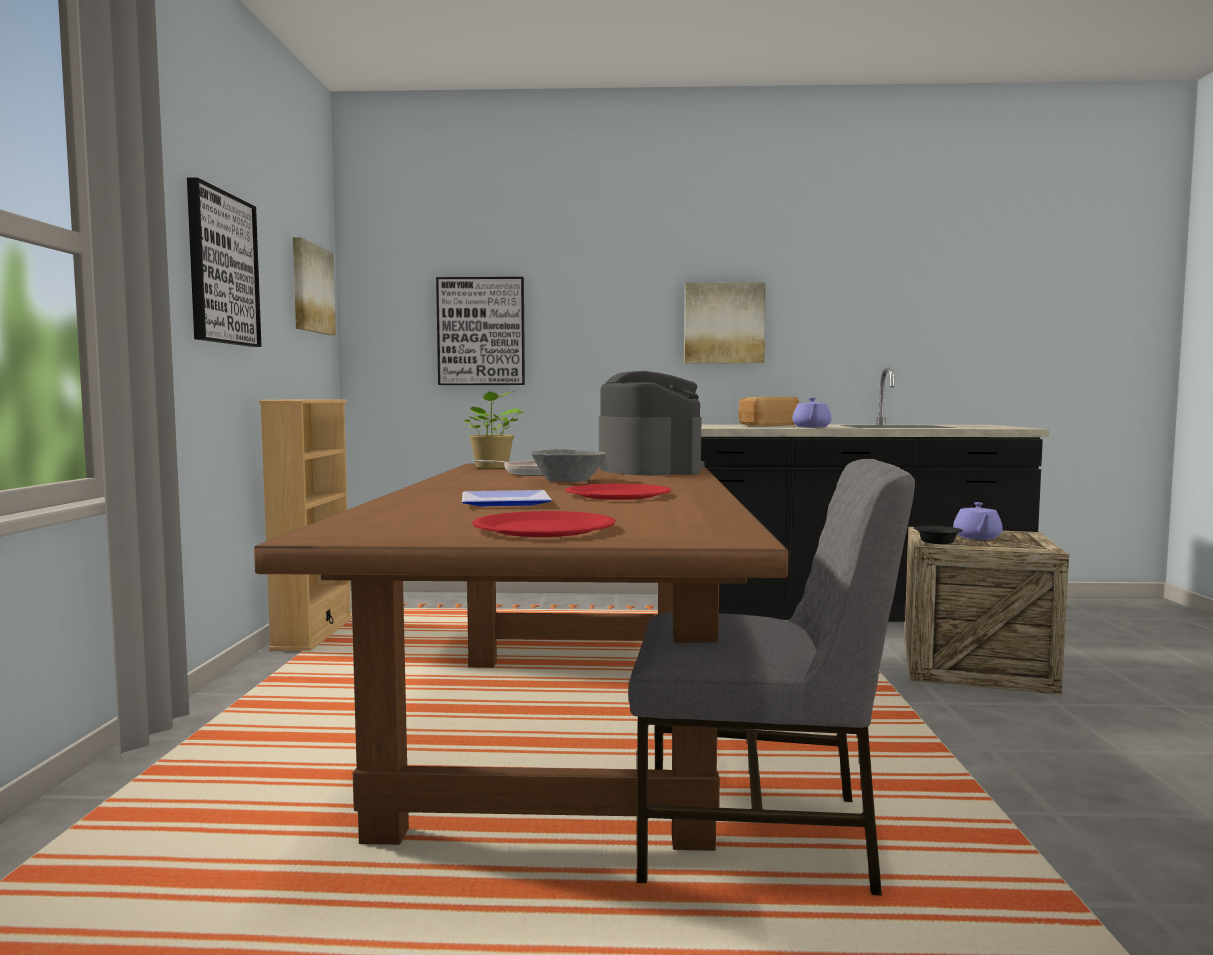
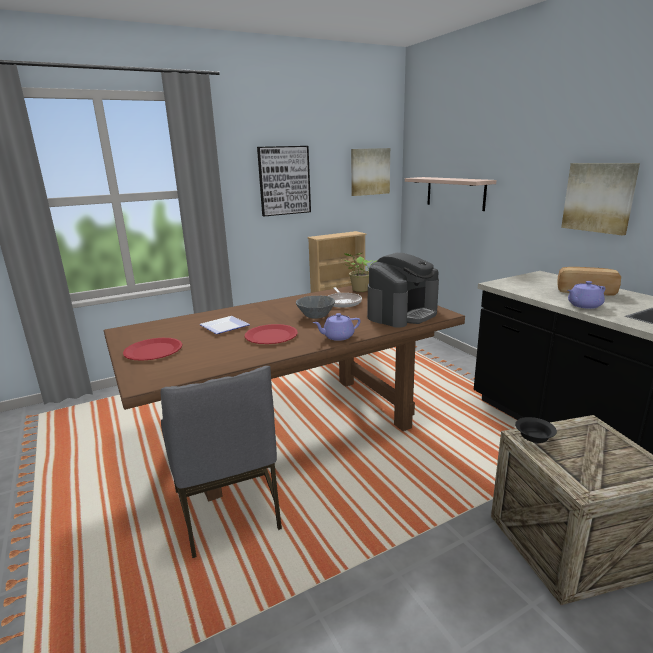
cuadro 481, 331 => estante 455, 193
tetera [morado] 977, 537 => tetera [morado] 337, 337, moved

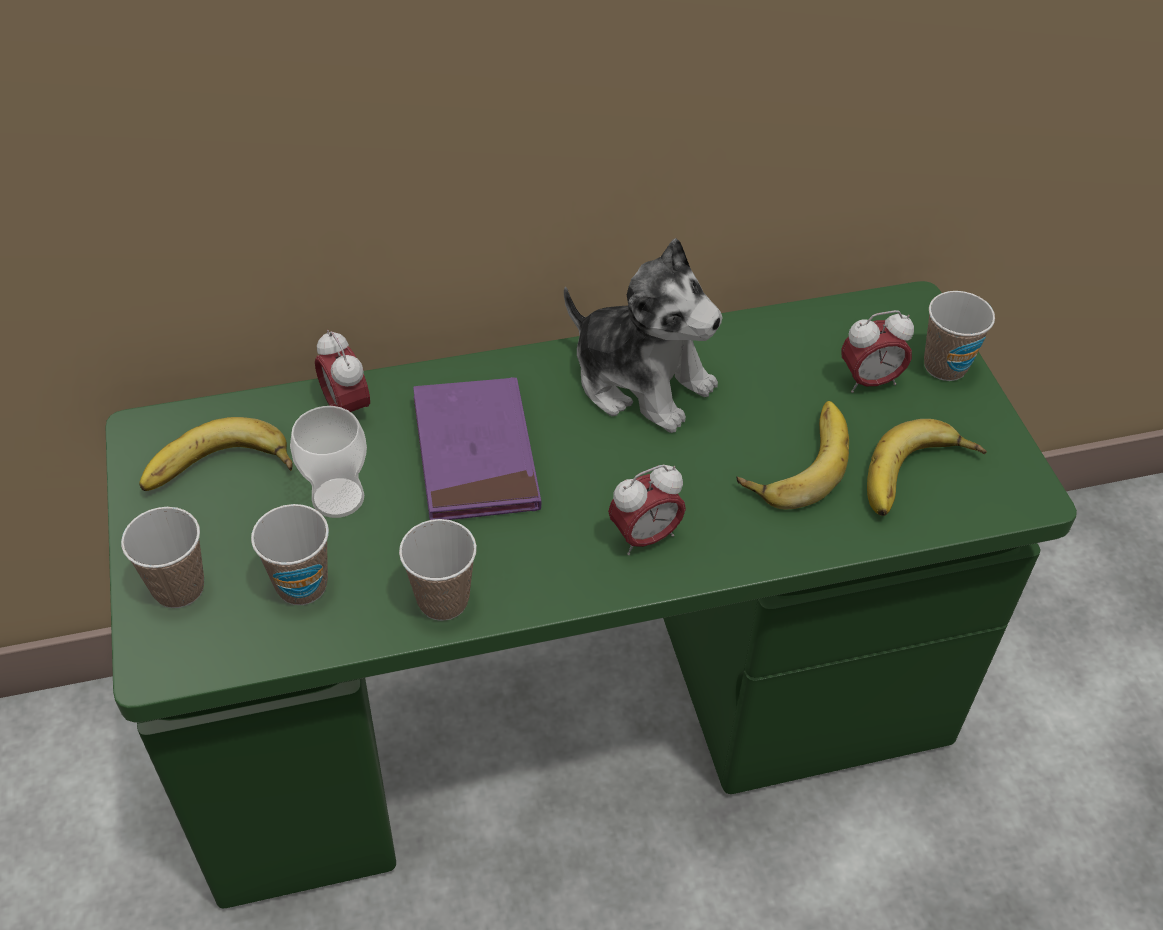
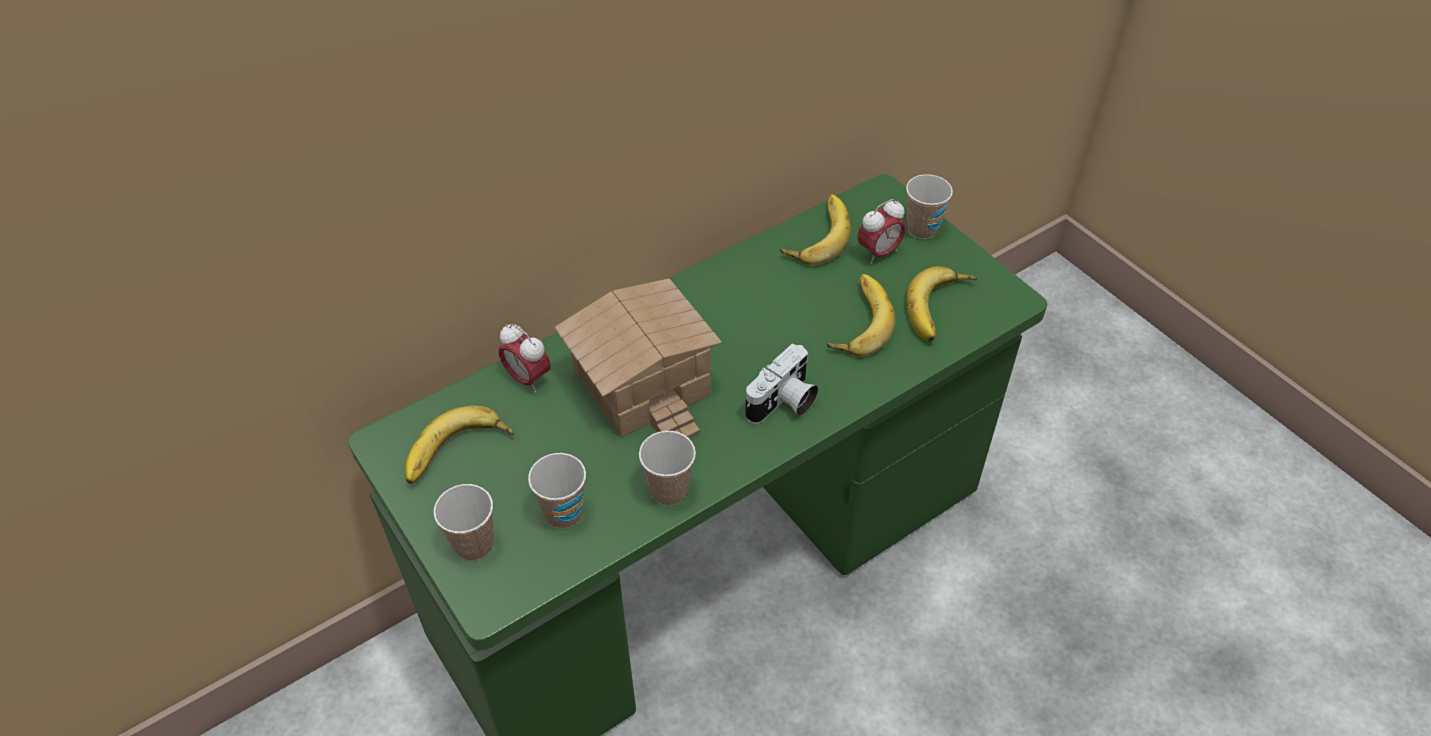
peluche 641, 381 => nothing
libro [morado] 475, 454 => casita 638, 383
taza 338, 498 => nothing
despertador 644, 537 => cámara 784, 403
nothing => plátano 816, 235

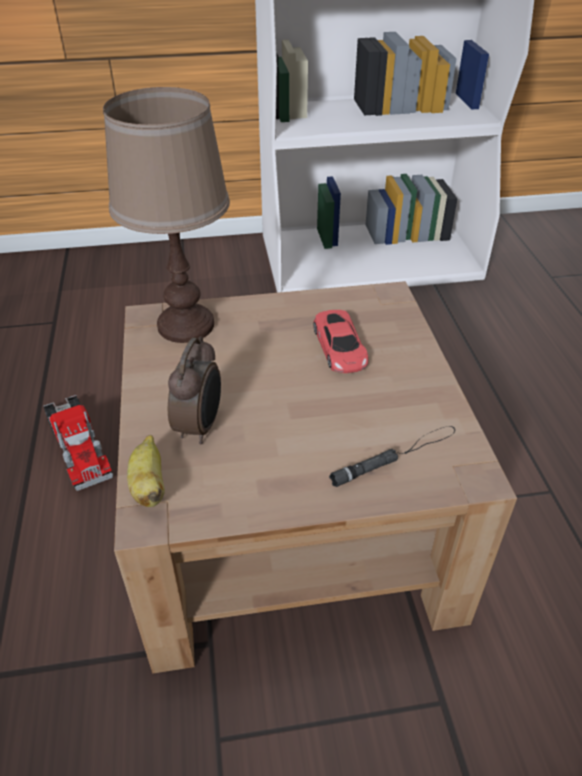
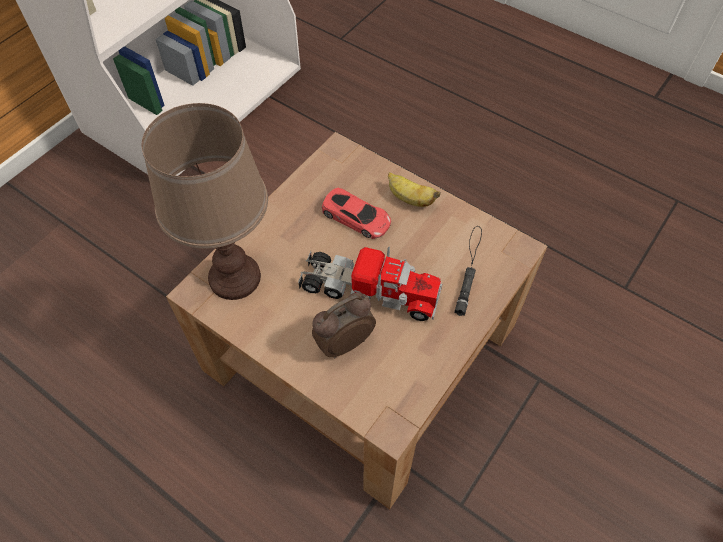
despertador 200, 426 => despertador 343, 343, 90 degrees counterclockwise
camión de juguete 78, 446 => camión de juguete 369, 290, moved
plátano 149, 485 => plátano 409, 199, moved

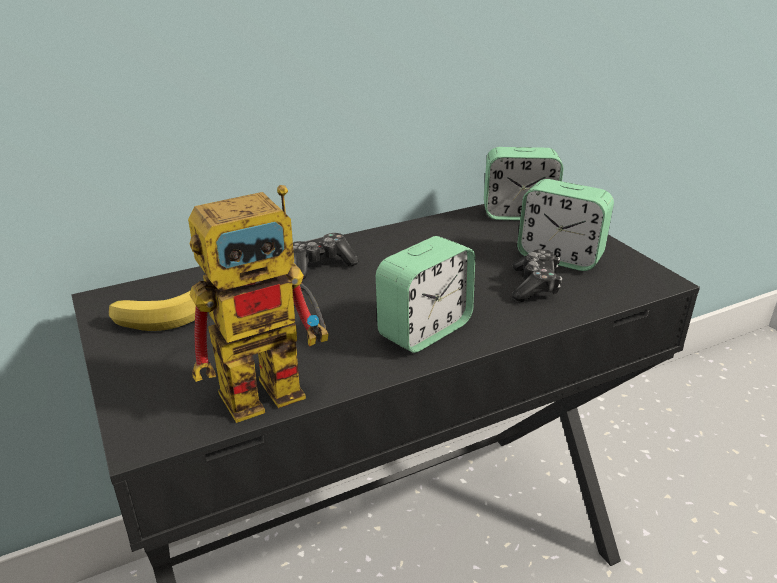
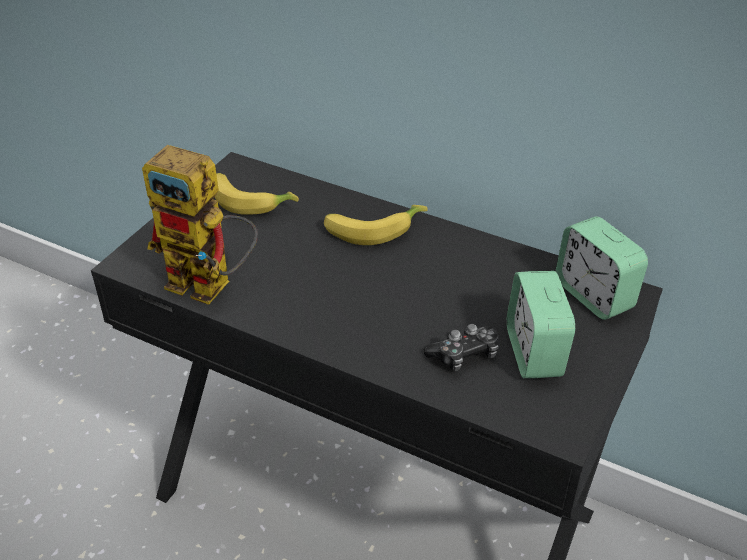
mando de consola 319, 265 => plátano 372, 228
despertador 424, 330 => nothing

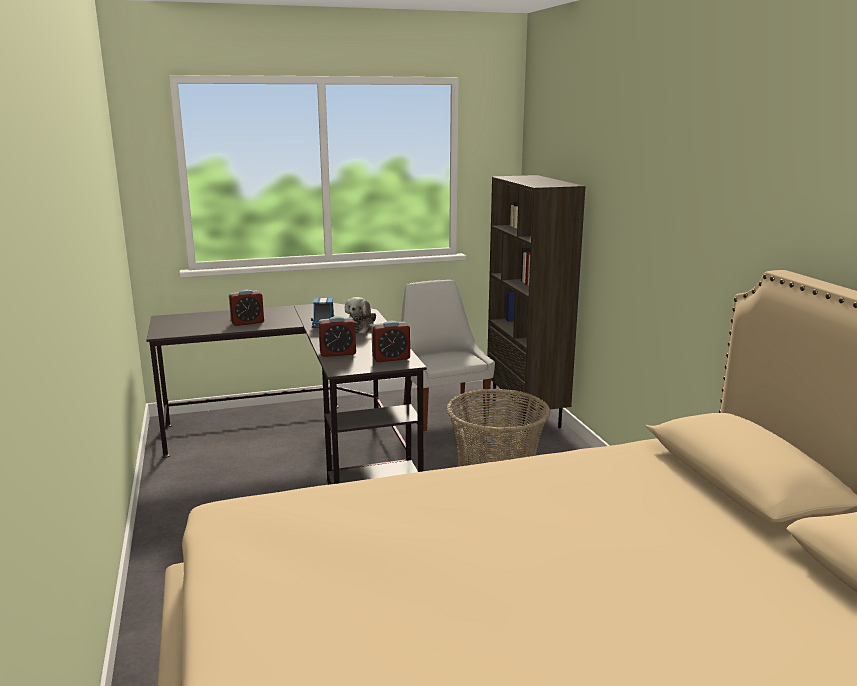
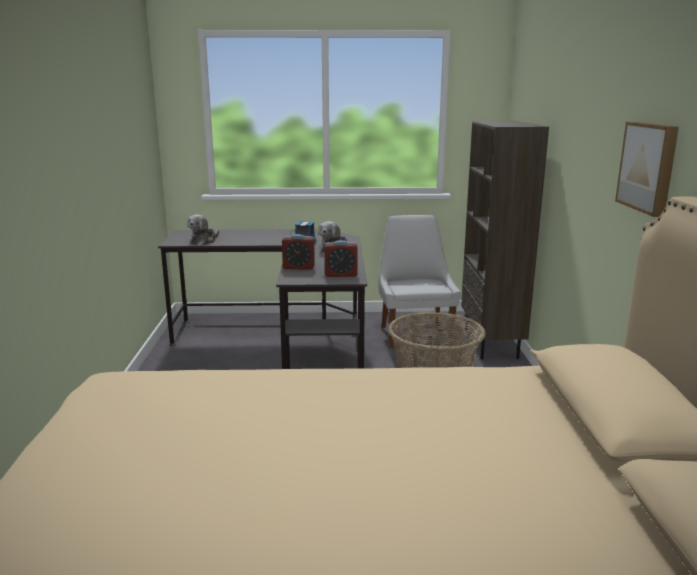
despertador 247, 322 => nothing
nothing => cuadro 649, 167
nothing => peluche 204, 241

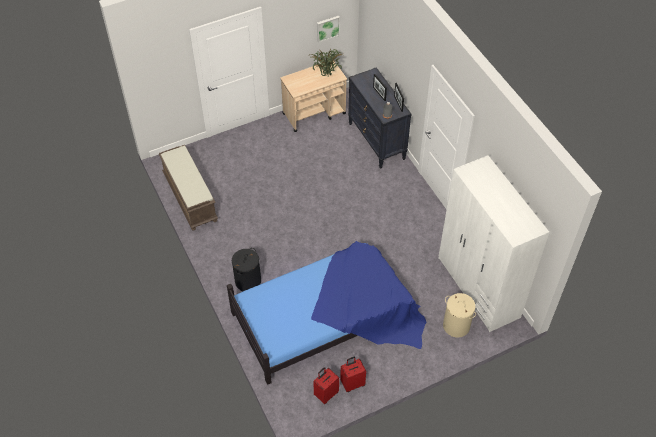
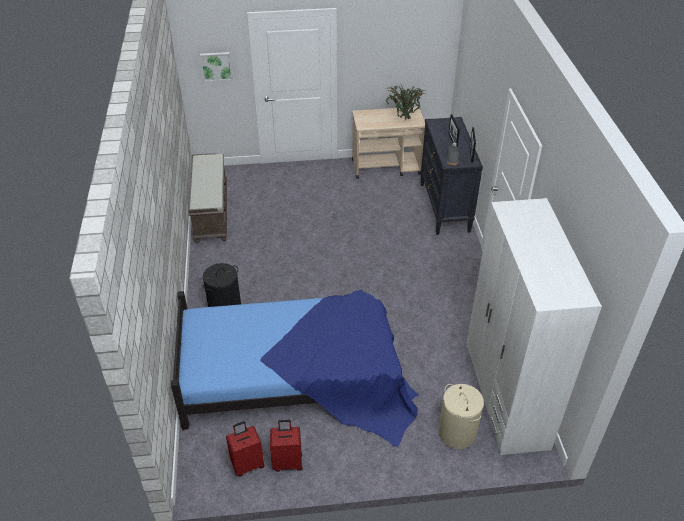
cuadro 327, 28 => cuadro 216, 66, moved

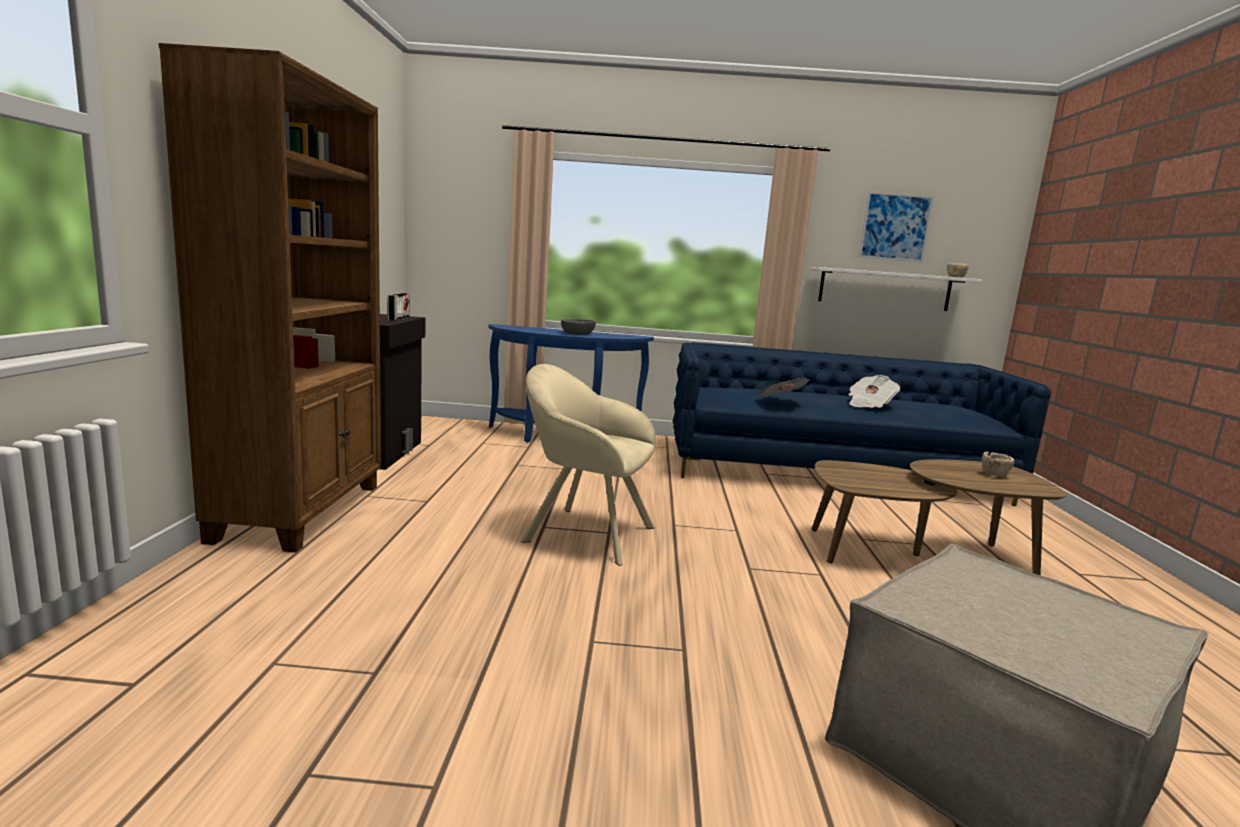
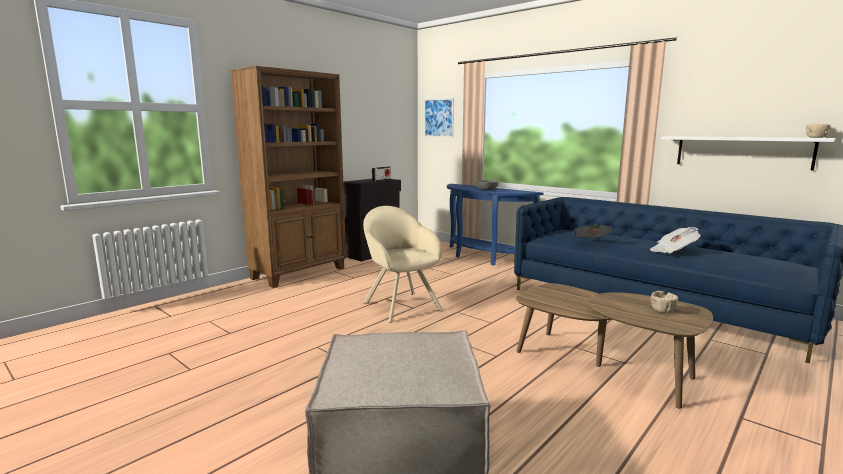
cuadro 895, 227 => cuadro 438, 117, moved

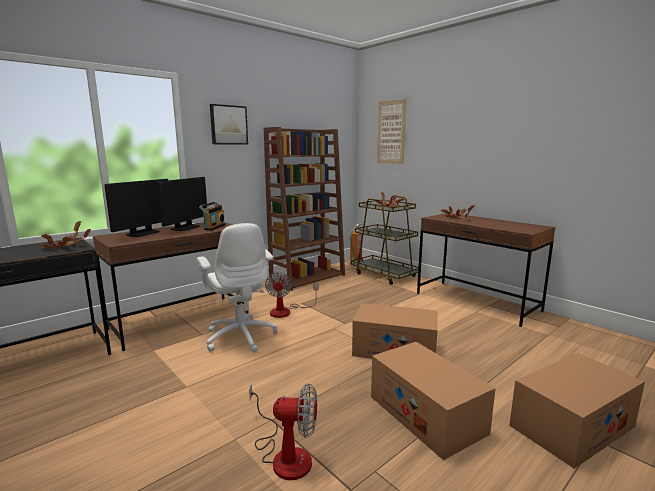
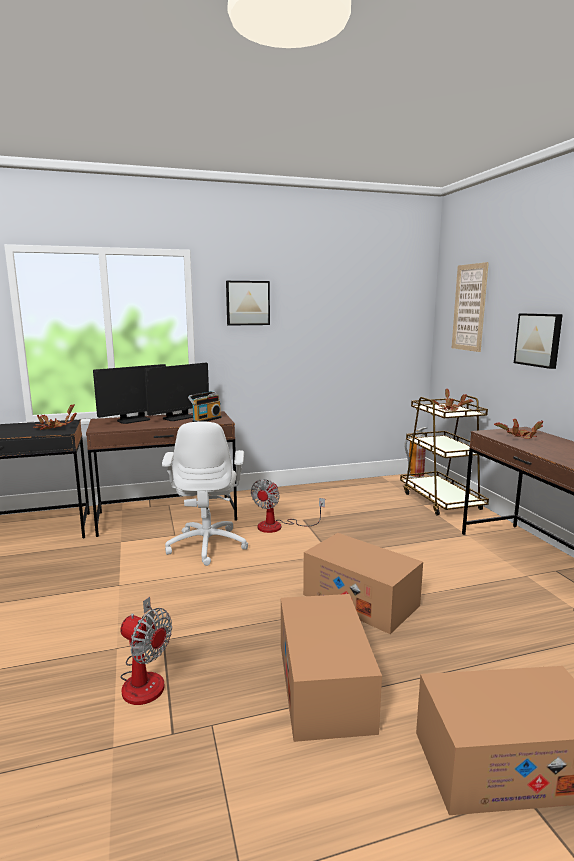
estantería [marrón] 308, 277 => nothing
nothing => cuadro 539, 340

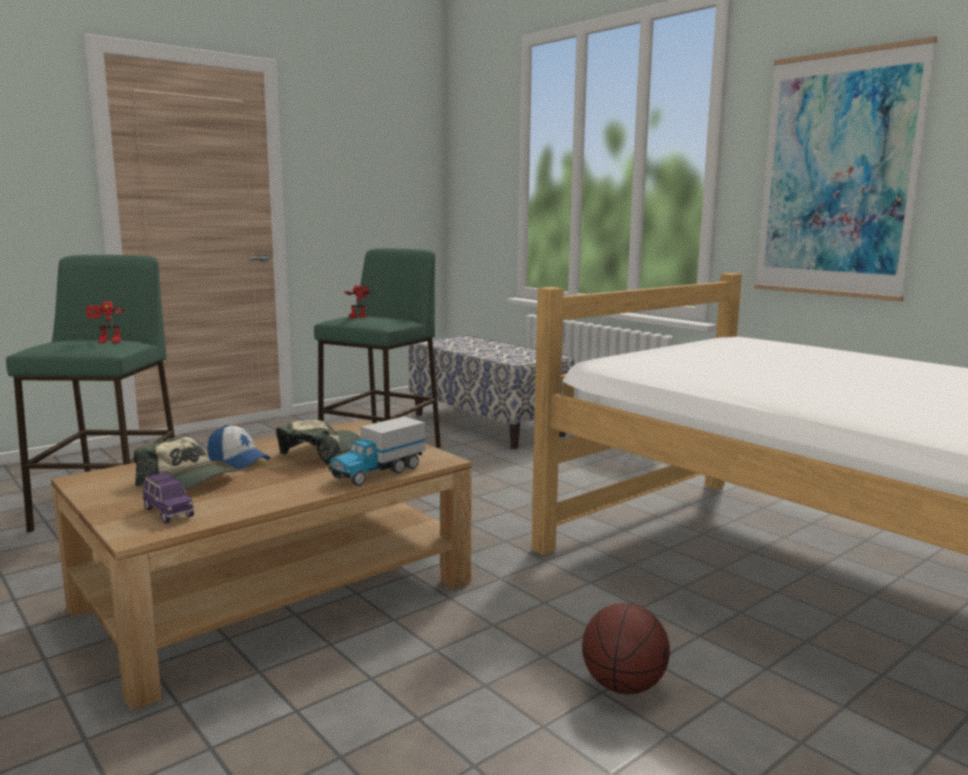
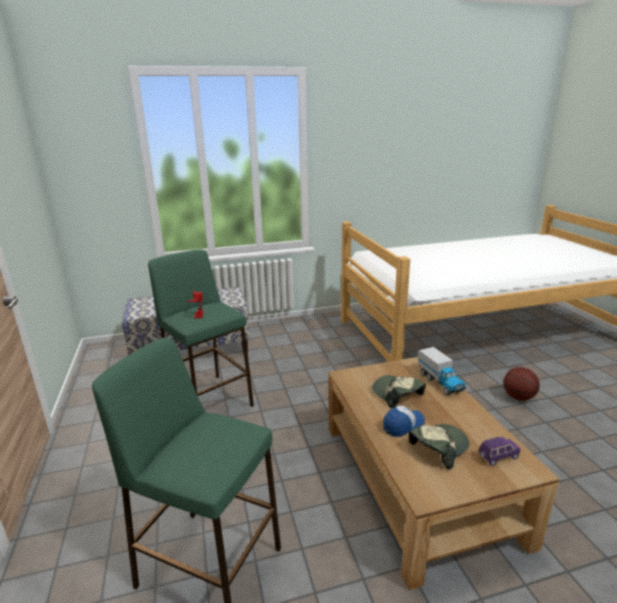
cuadro 837, 176 => nothing
robot de juguete 107, 342 => nothing

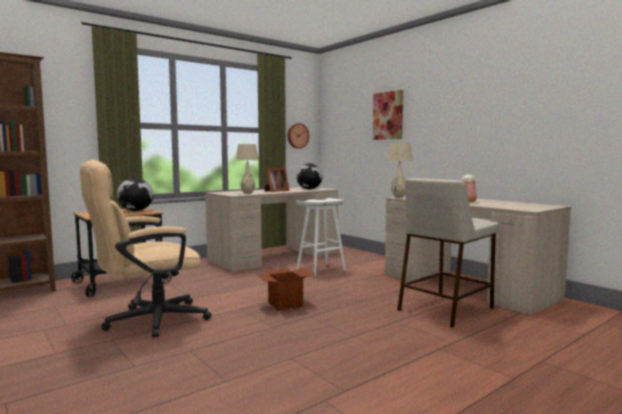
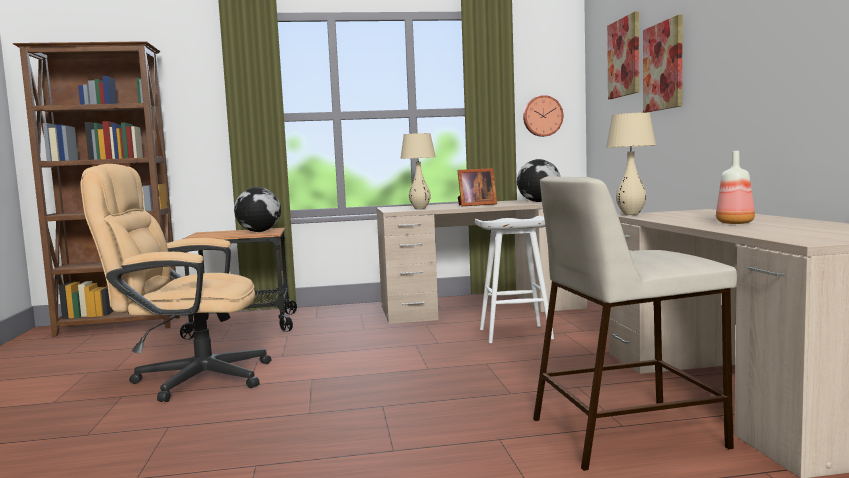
caja de cartón 285, 304 => nothing
nothing => cuadro 624, 57

